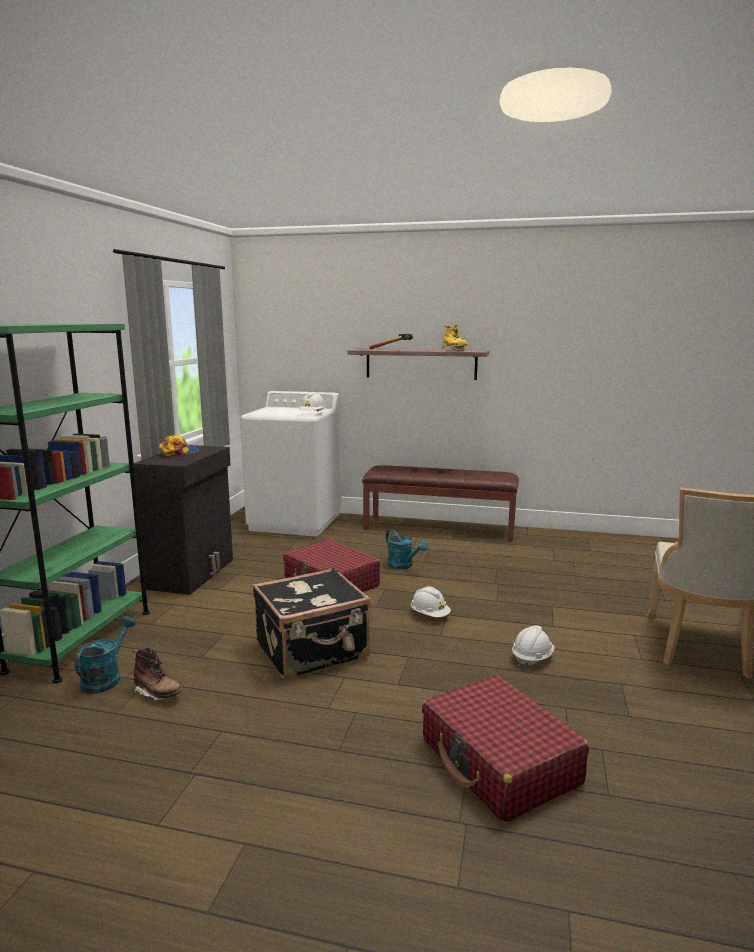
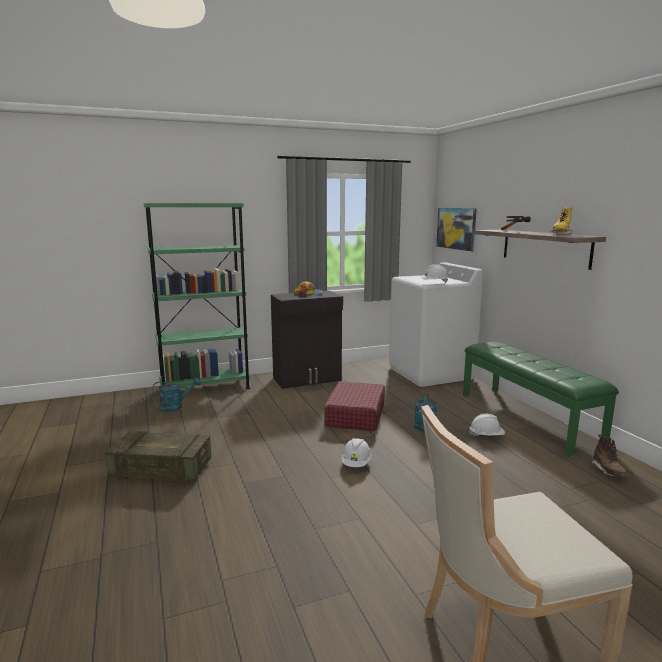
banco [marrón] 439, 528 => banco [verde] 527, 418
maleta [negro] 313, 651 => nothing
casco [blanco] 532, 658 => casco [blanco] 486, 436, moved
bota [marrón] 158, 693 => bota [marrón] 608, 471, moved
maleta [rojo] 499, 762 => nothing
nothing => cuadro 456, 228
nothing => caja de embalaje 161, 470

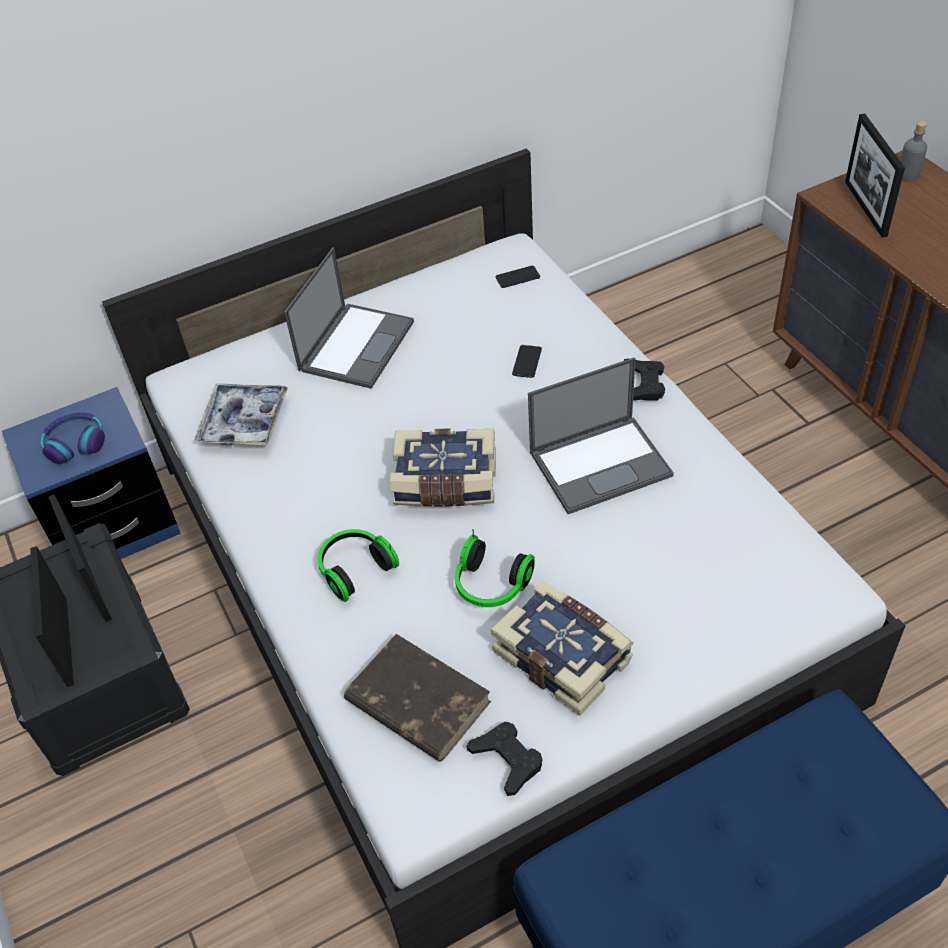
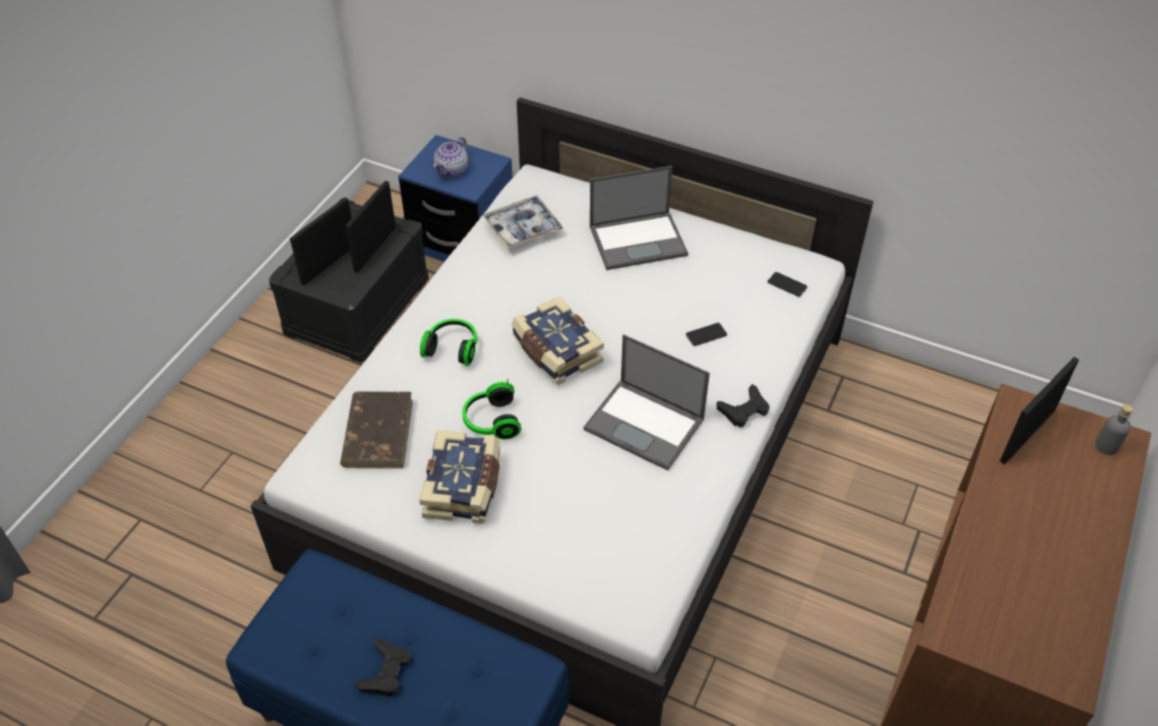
auriculares 75, 443 => tetera 452, 170
mando de consola [negro] 507, 760 => mando de consola [negro] 386, 672, moved

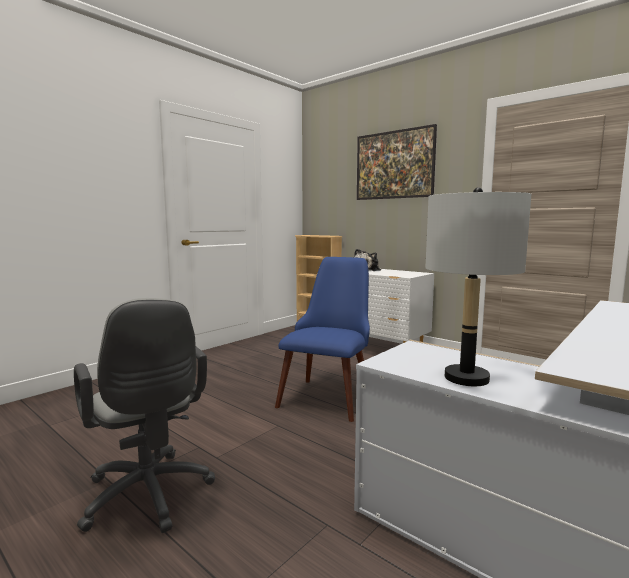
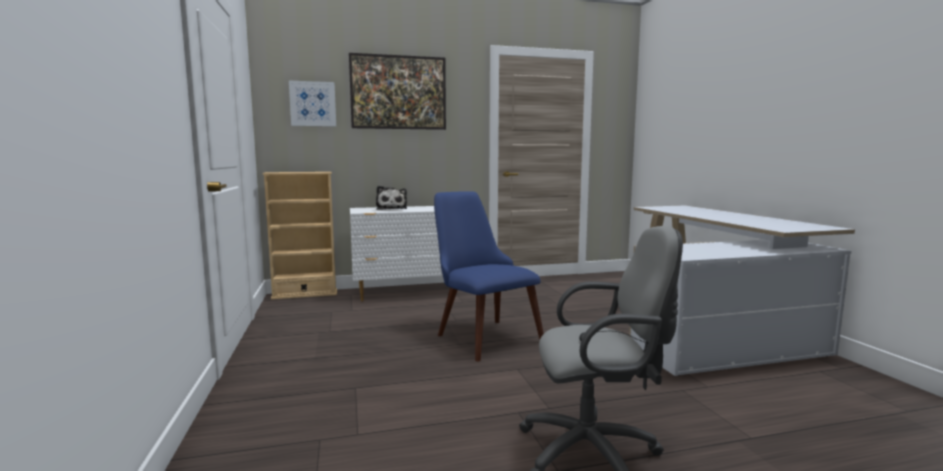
lámpara de mesa [gris] 466, 378 => nothing
nothing => cuadro 313, 104

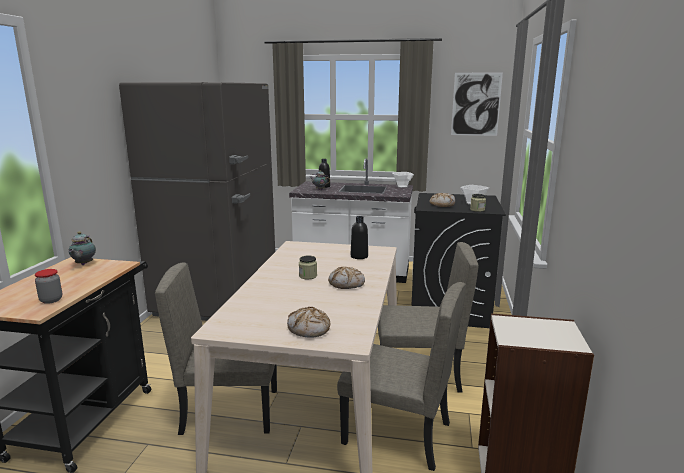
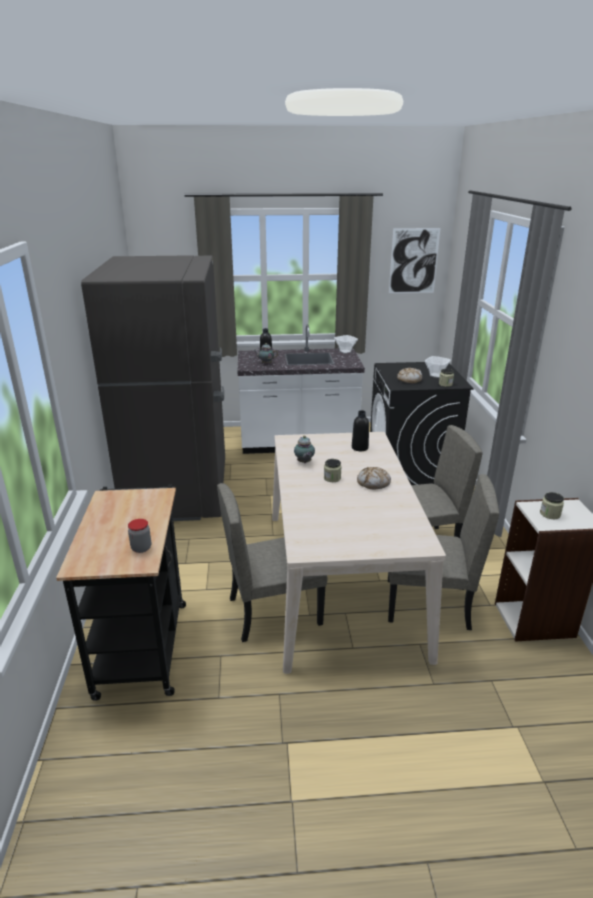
tetera 83, 264 => tetera 304, 462, moved
pan 309, 329 => nothing
nothing => tarro 550, 514

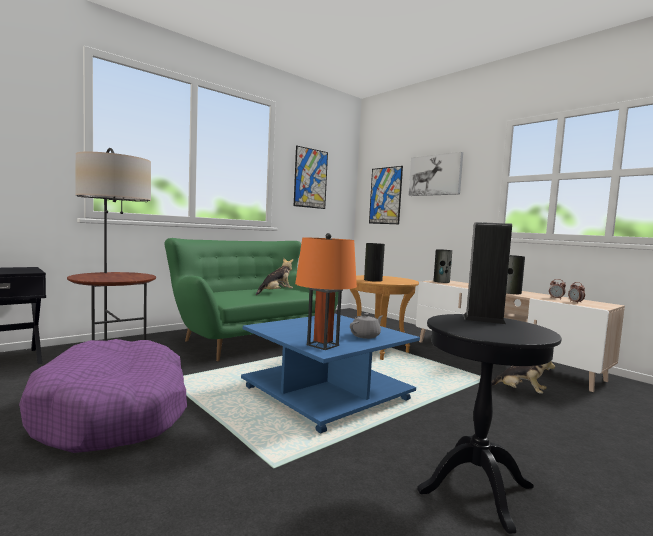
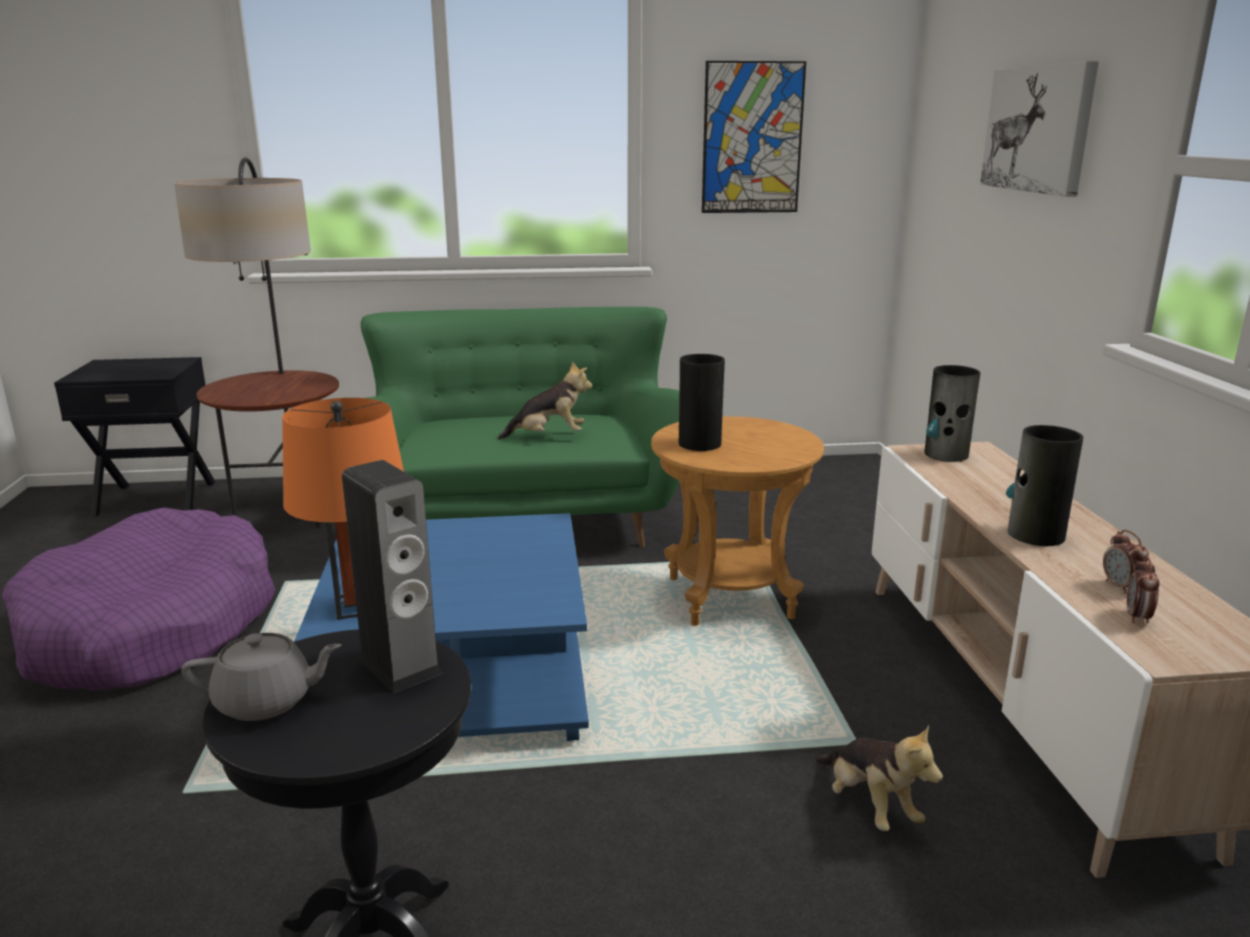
cuadro 385, 195 => nothing
tetera [gris] 366, 336 => tetera [gris] 266, 702, moved

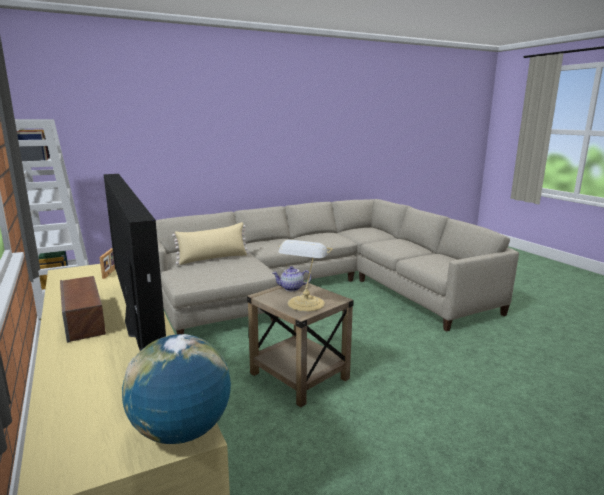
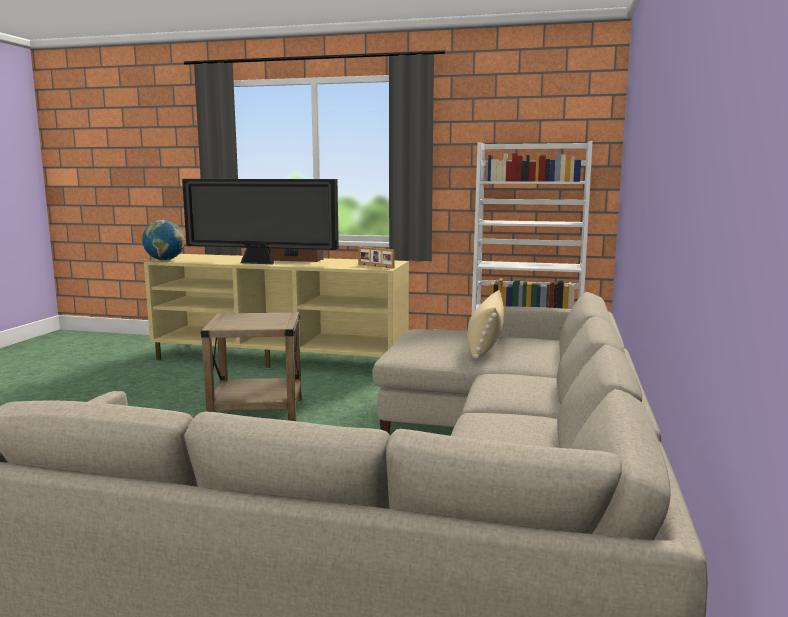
lámpara de mesa 305, 304 => nothing
tetera 291, 288 => nothing

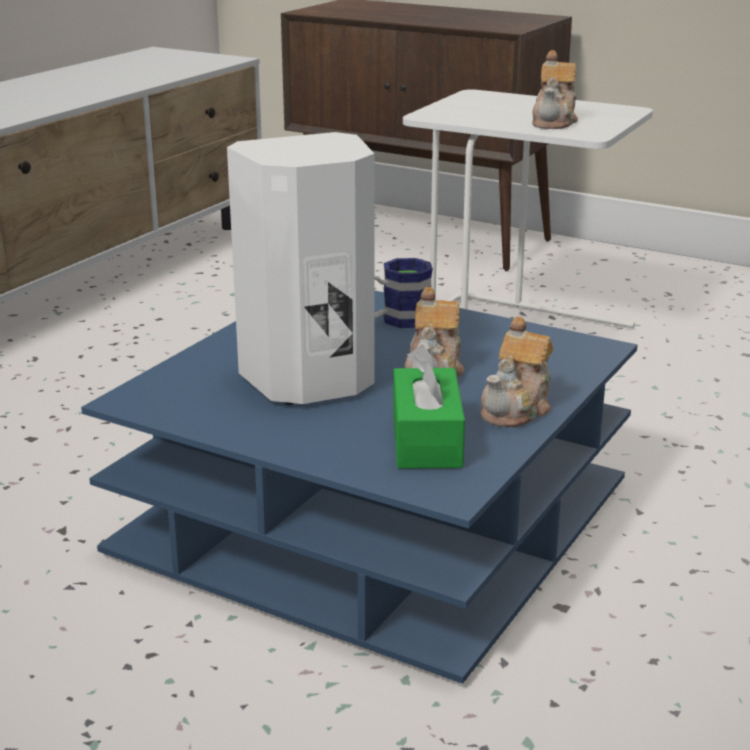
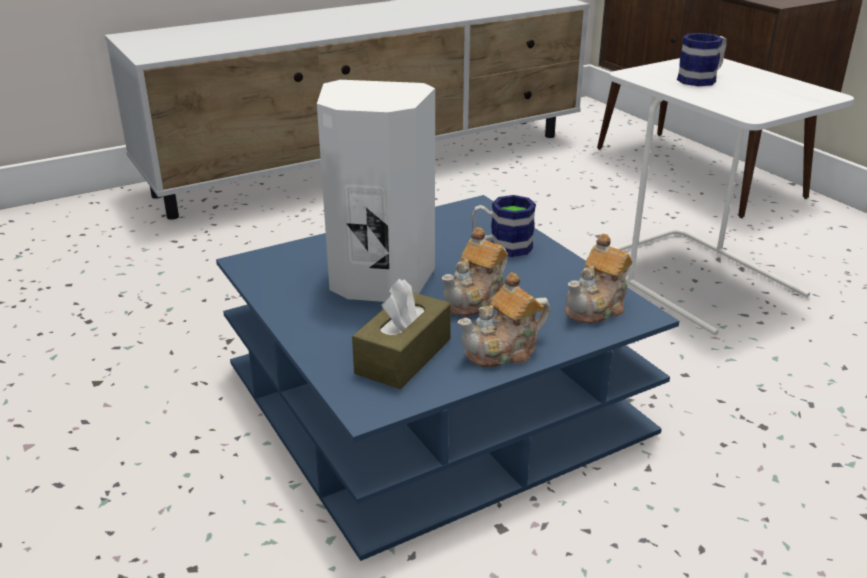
tetera 554, 122 => tetera 597, 308, moved
caja de pañuelos [verde] 426, 439 => caja de pañuelos [marrón] 403, 356
nothing => taza grande 702, 79

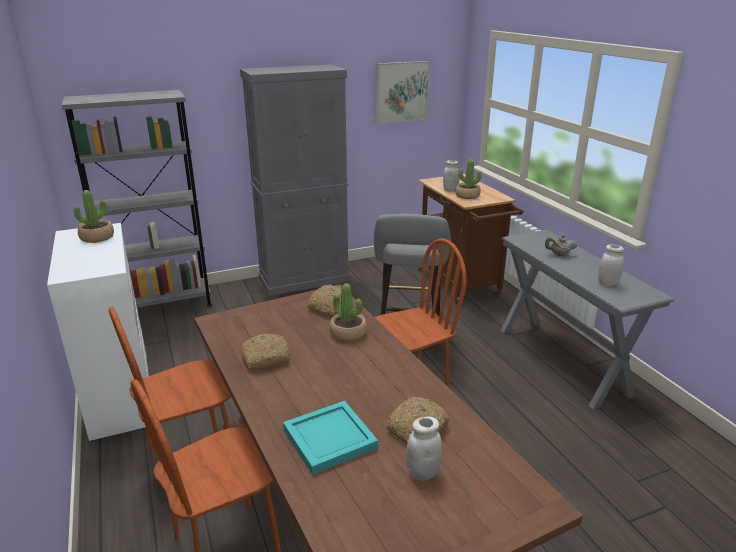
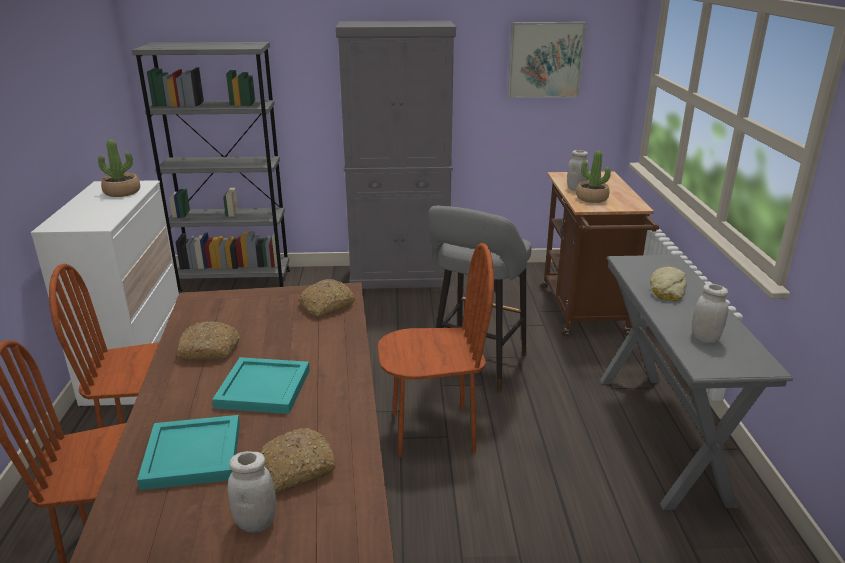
tetera [beis] 559, 255 => pan 667, 290
planta en maceta 348, 333 => nothing
nothing => bandeja [turquesa] 262, 389

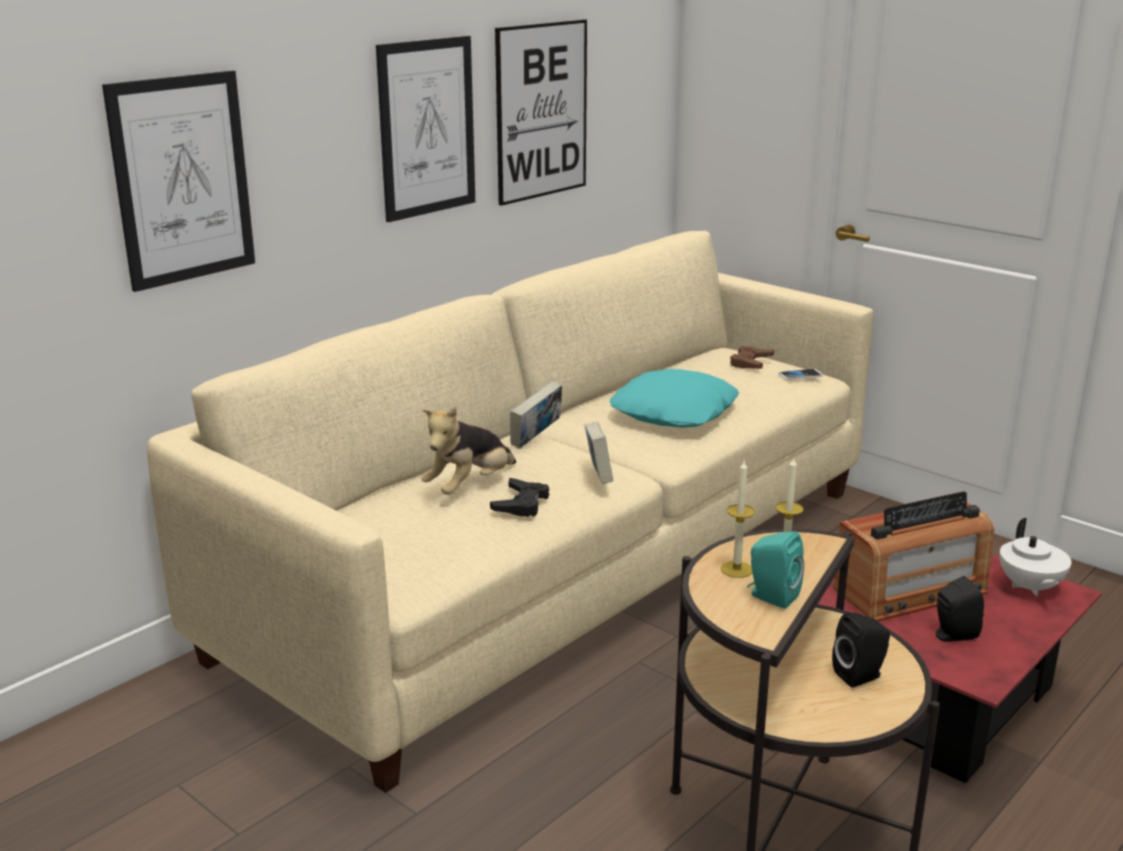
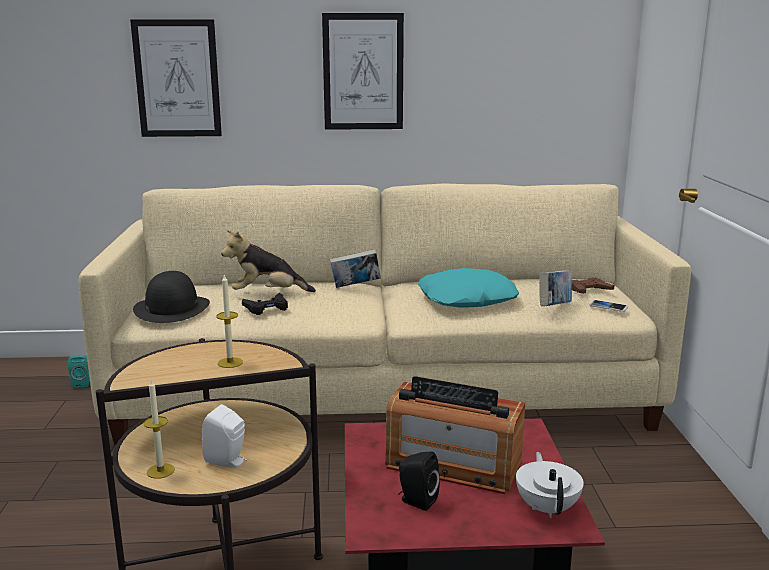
cuadro 541, 111 => nothing
libro 598, 478 => libro 554, 307, moved
vela 736, 569 => vela 160, 471, moved
tetera [blanco] 1029, 587 => tetera [blanco] 547, 507, 135 degrees clockwise
altavoz [turquesa] 771, 596 => altavoz [turquesa] 83, 383, moved
altavoz [negro] 861, 676 => altavoz [blanco] 228, 461
nothing => sombrero [negro] 172, 308

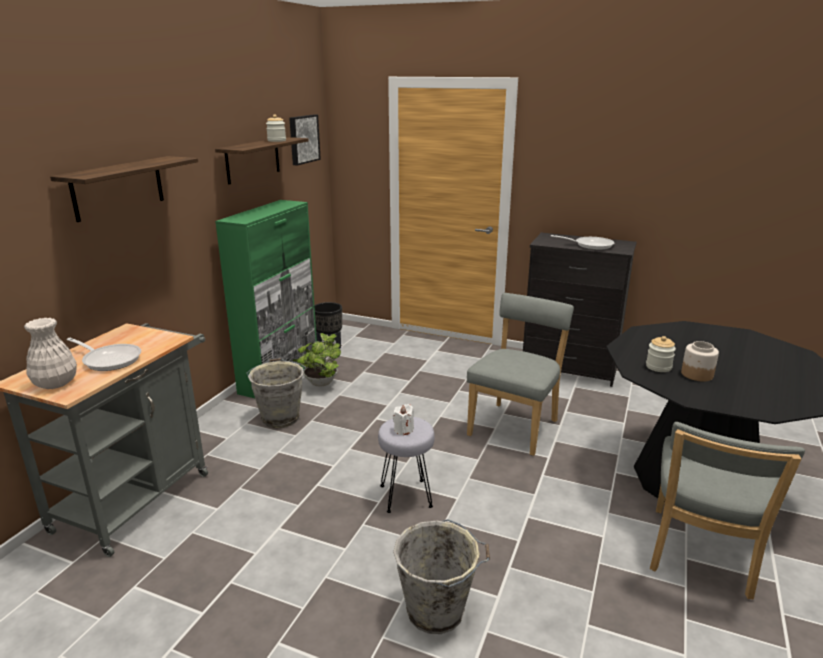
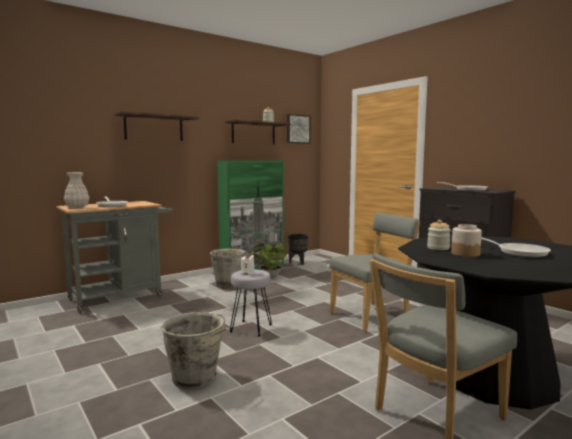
nothing => sartén 518, 252

